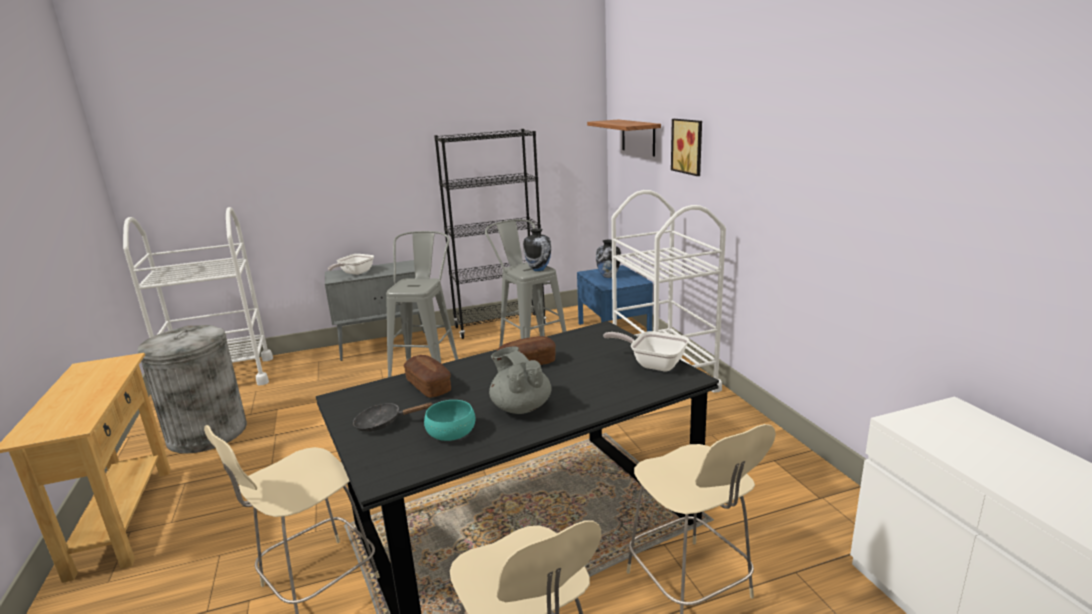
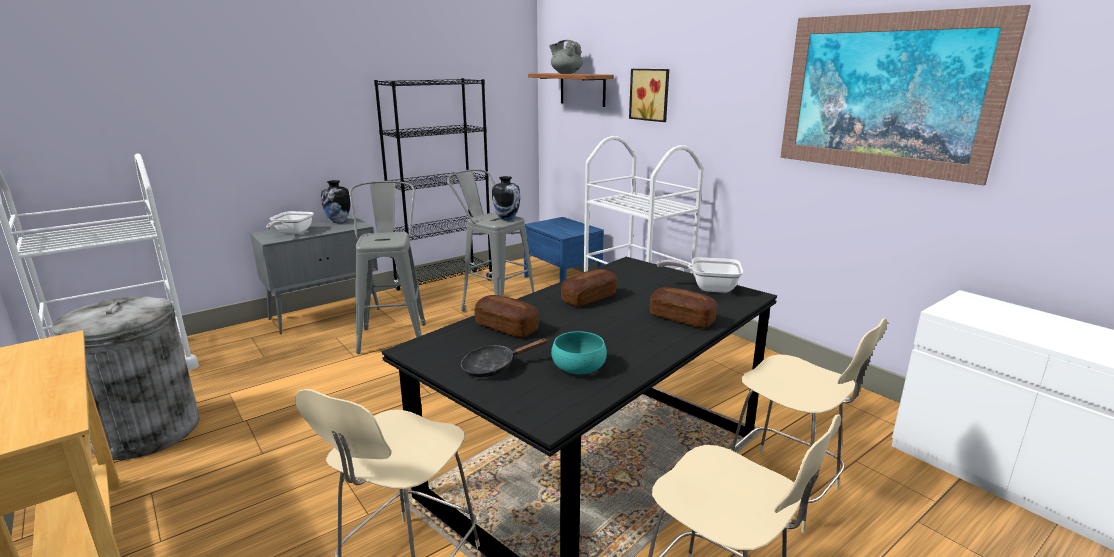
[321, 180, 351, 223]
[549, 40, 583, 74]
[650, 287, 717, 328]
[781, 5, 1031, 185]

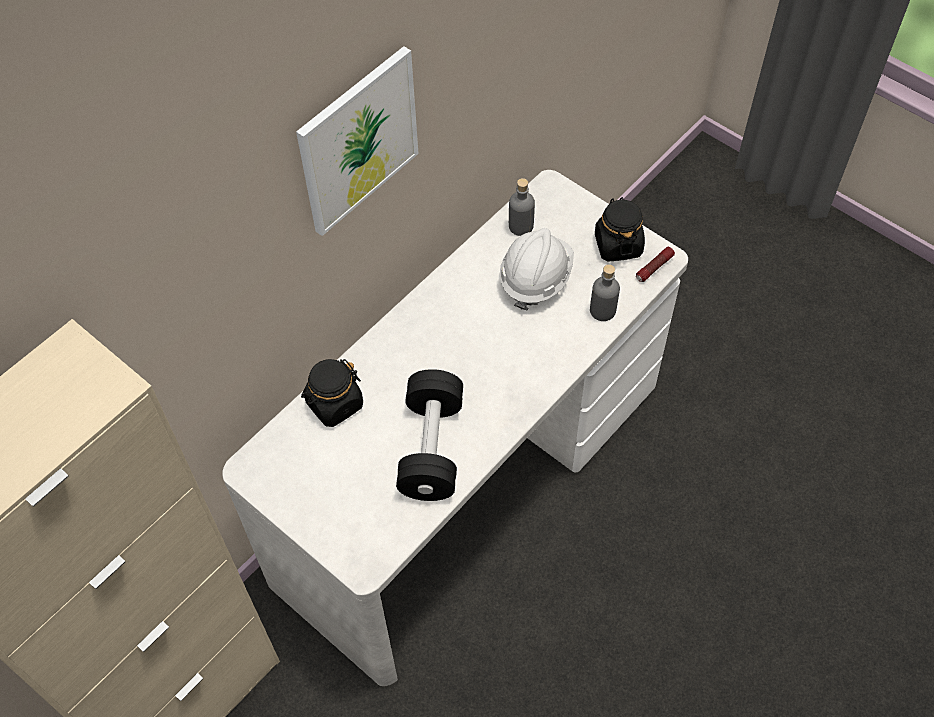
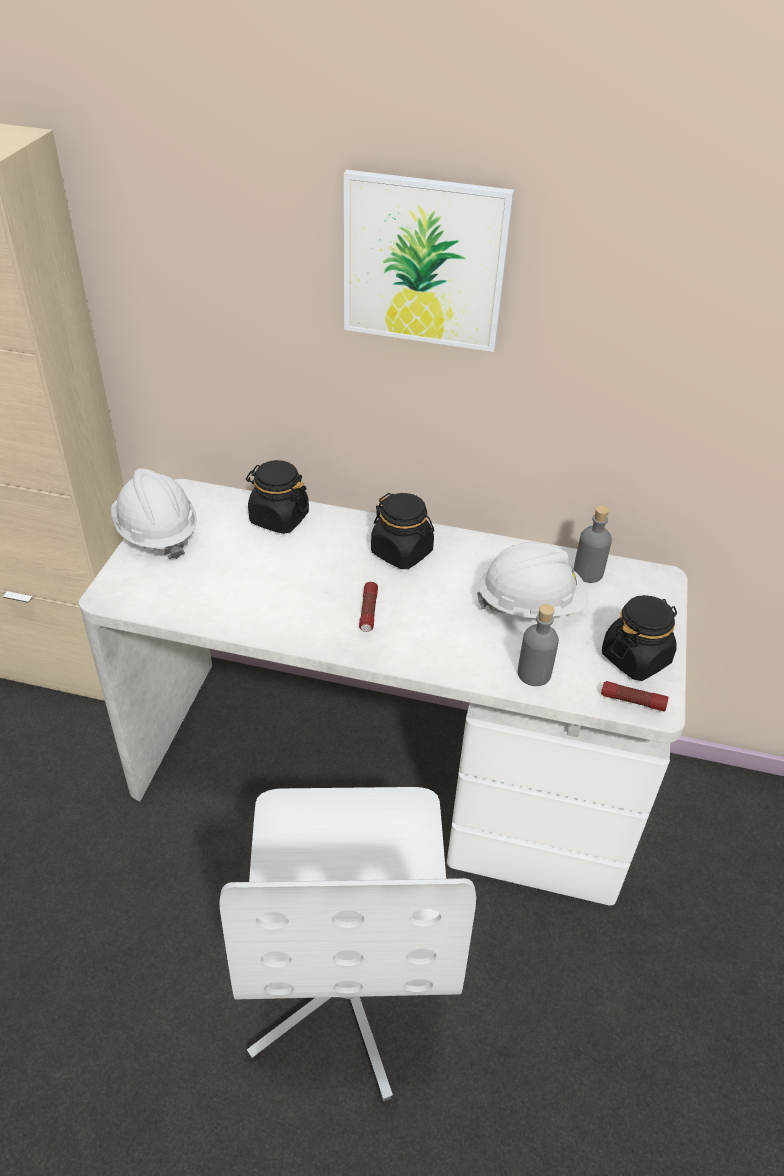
[111, 468, 197, 559]
[219, 787, 476, 1105]
[359, 582, 378, 632]
[371, 493, 434, 569]
[396, 369, 463, 501] (first image)

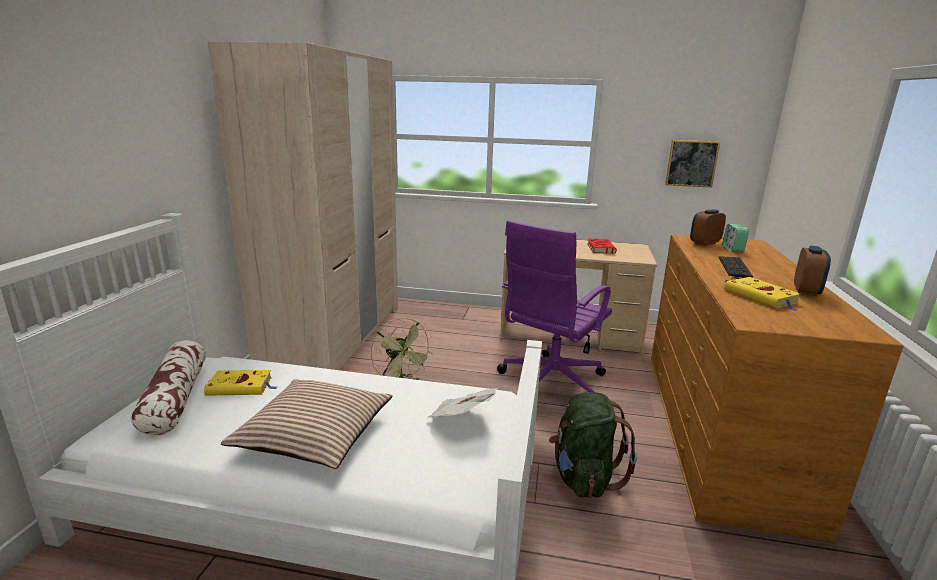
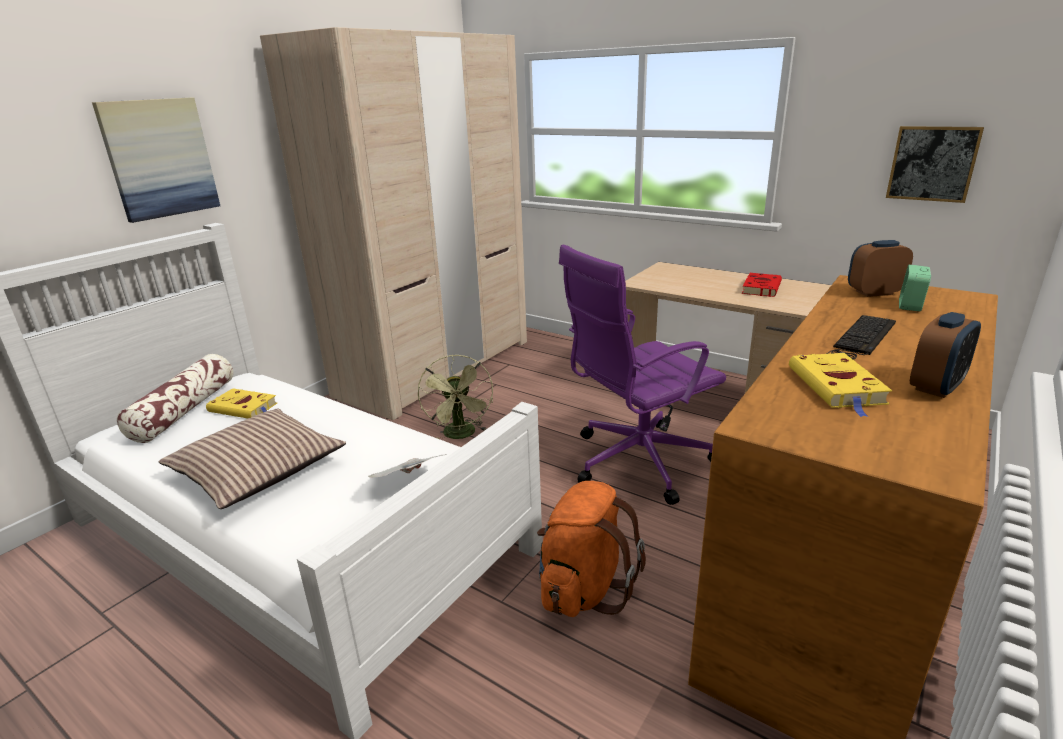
[92, 97, 220, 223]
[537, 481, 646, 617]

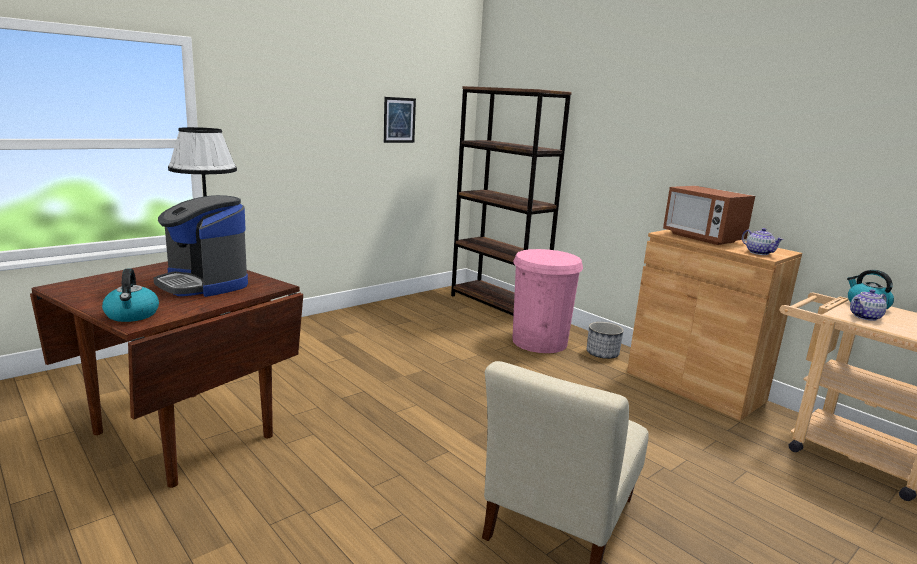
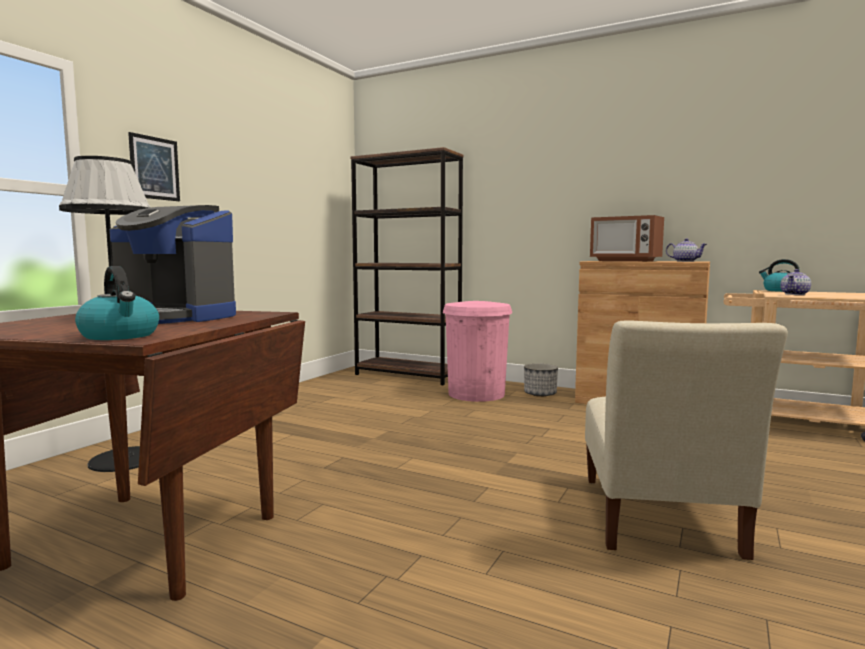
[128, 132, 180, 201]

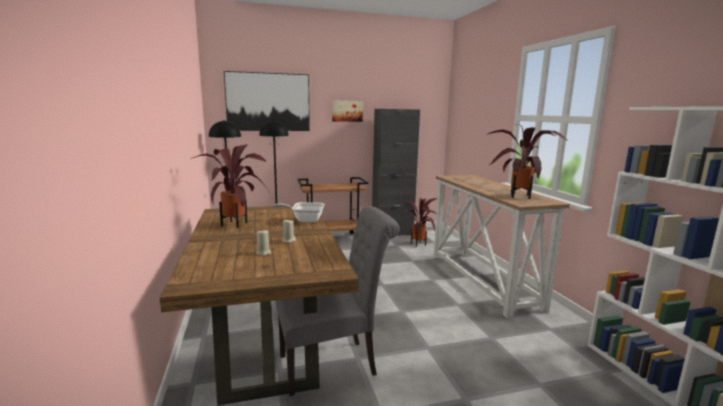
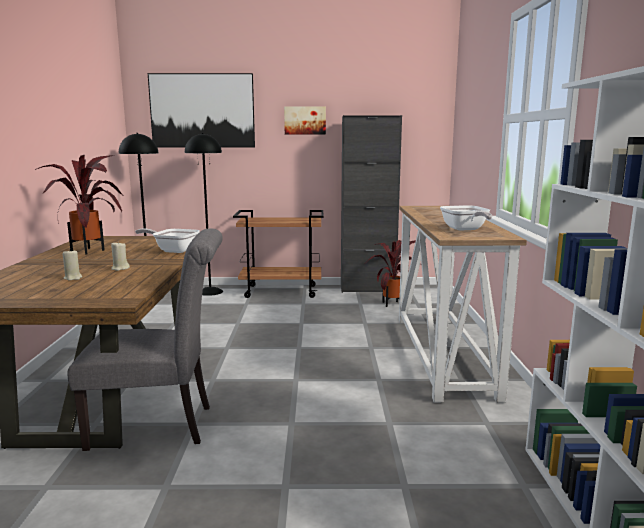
[440, 205, 492, 231]

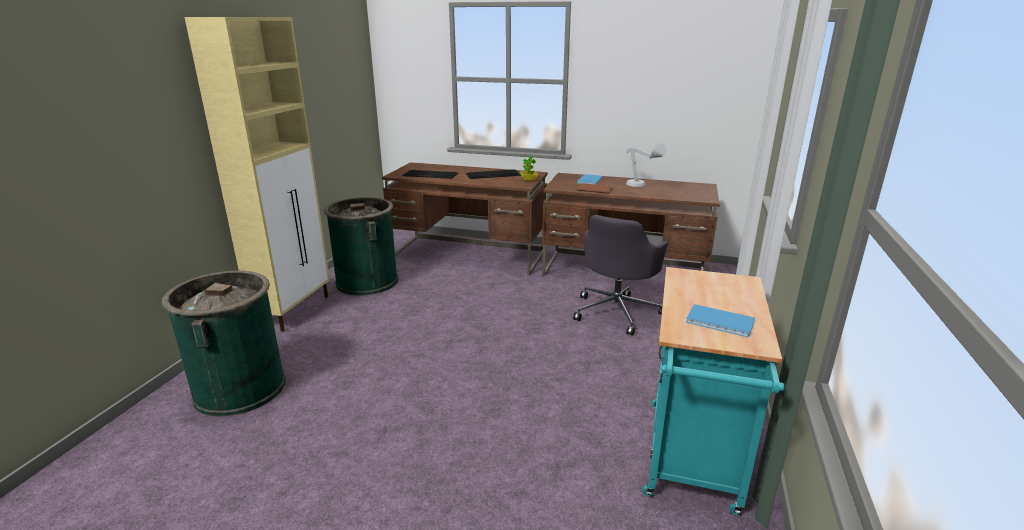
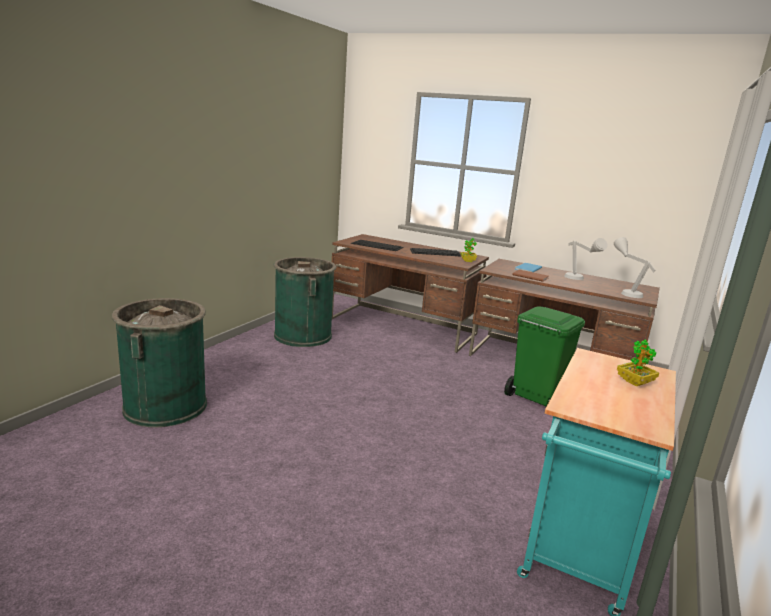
[504, 306, 585, 407]
[614, 237, 655, 298]
[617, 340, 659, 386]
[185, 17, 330, 332] (first image)
[686, 304, 755, 337] (first image)

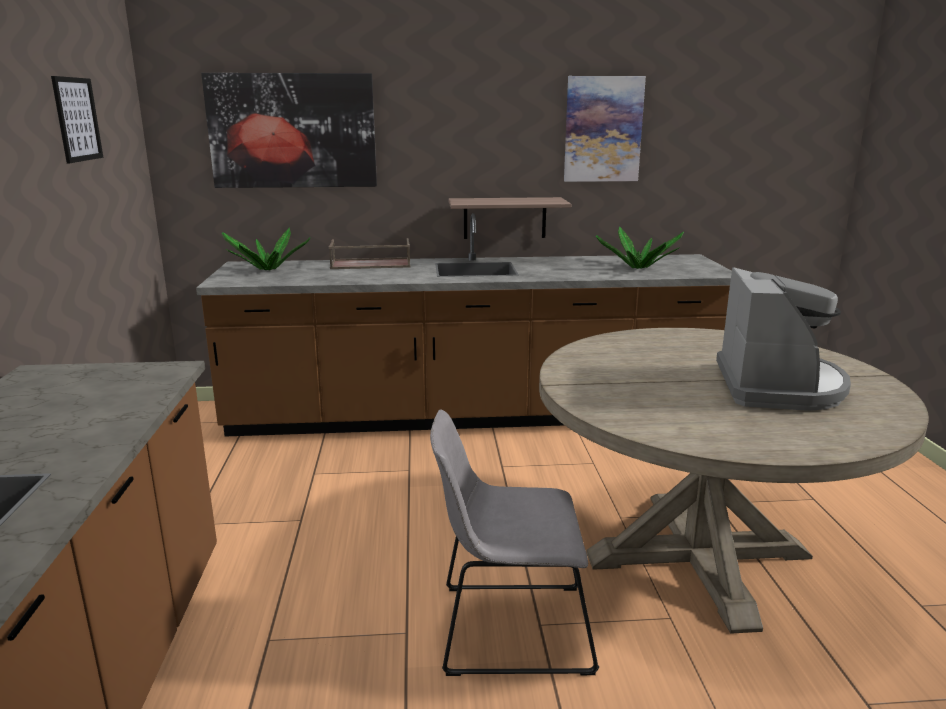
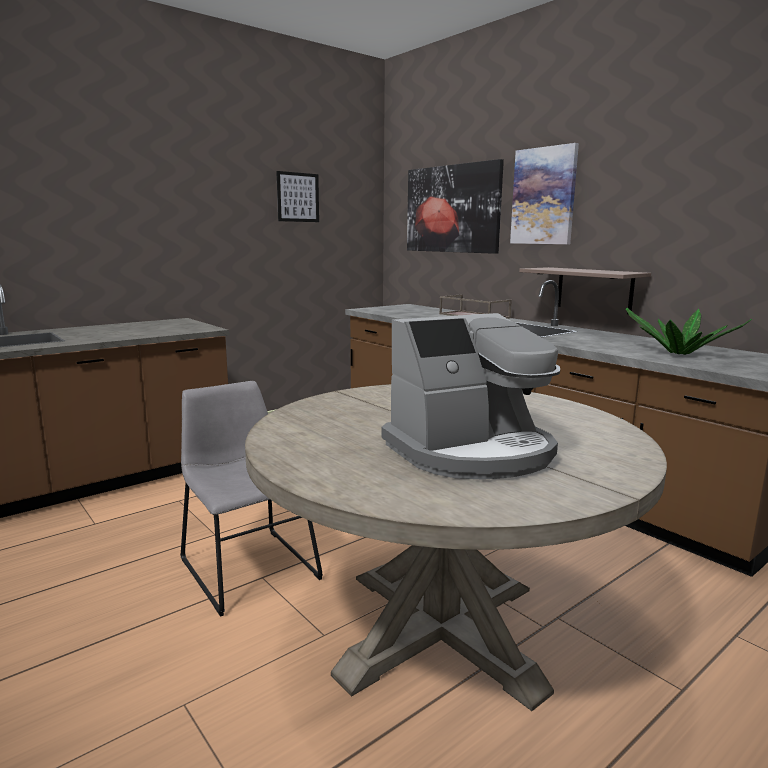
[510, 143, 579, 244]
[222, 228, 310, 270] (first image)

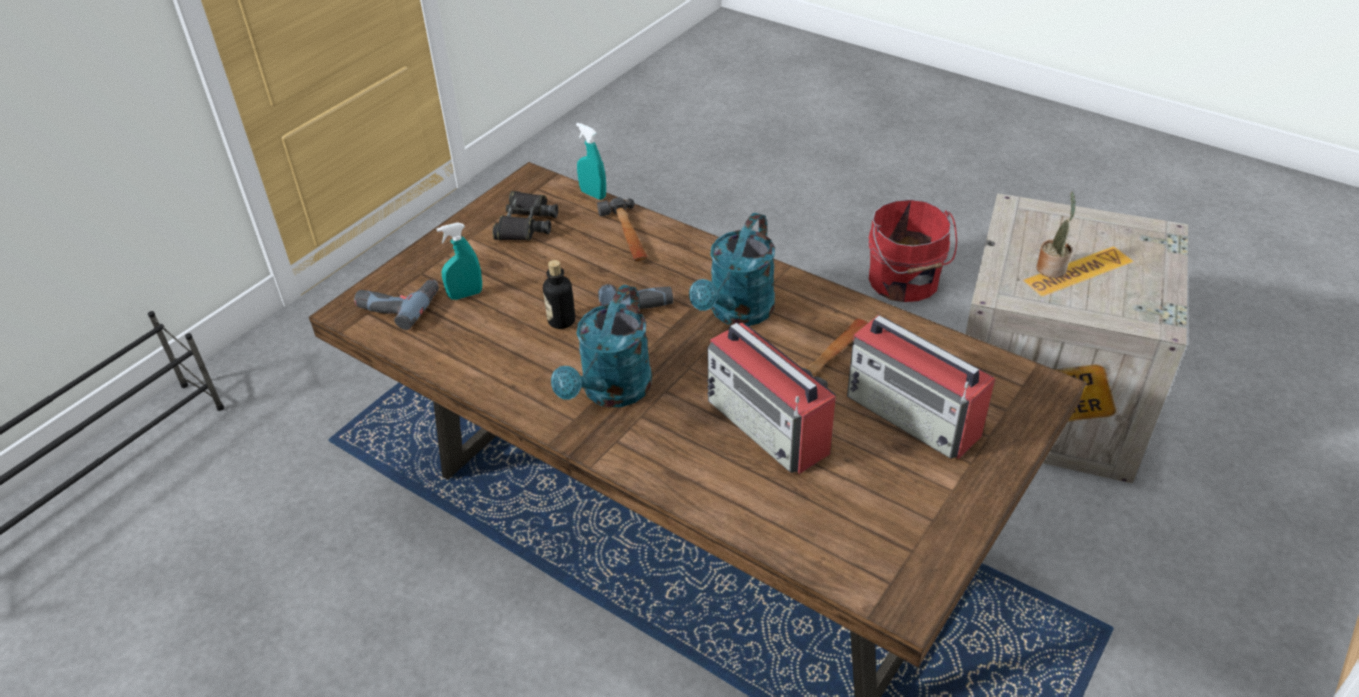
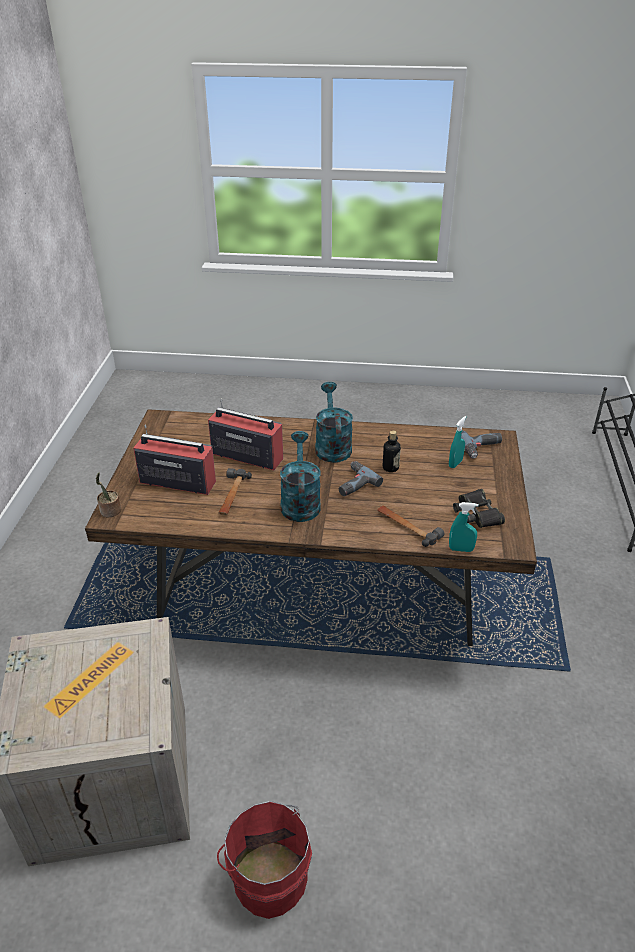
[96, 472, 121, 517]

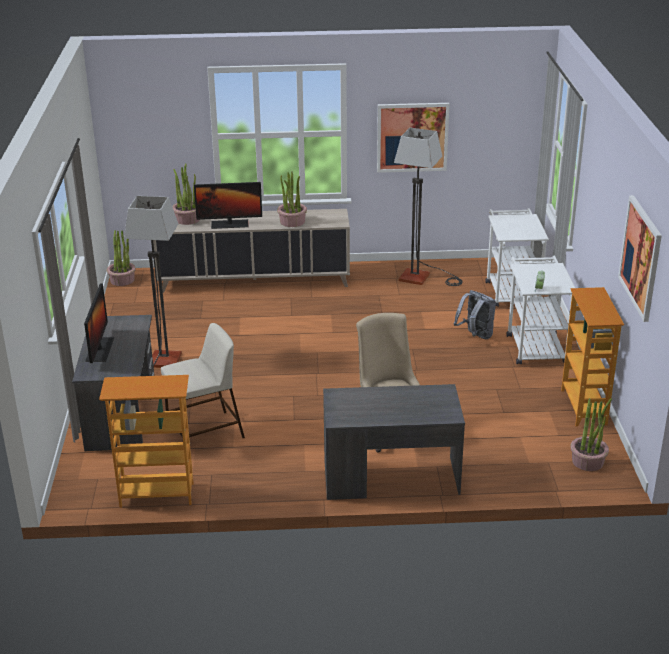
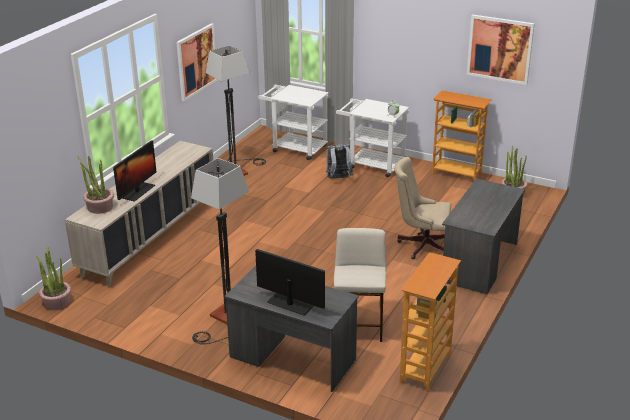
[277, 171, 307, 227] (first image)

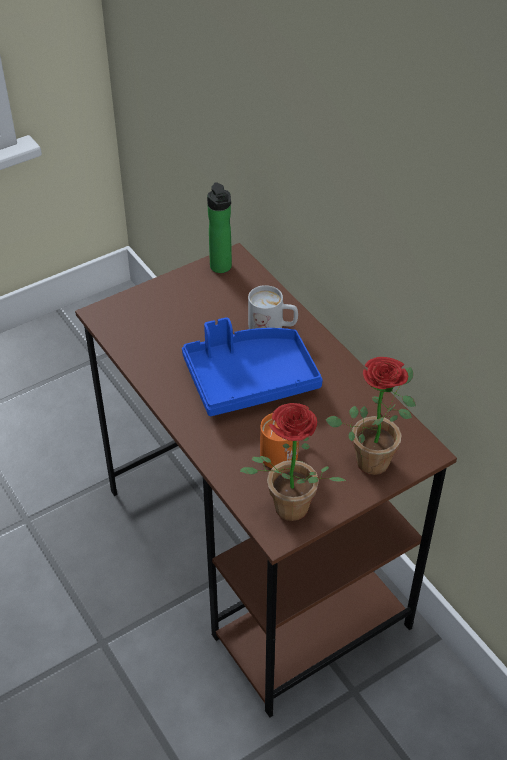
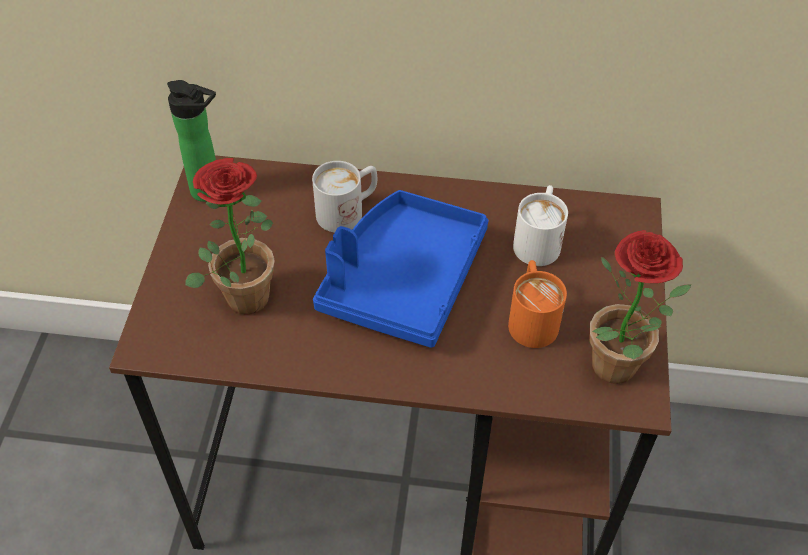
[185, 158, 275, 314]
[513, 185, 568, 266]

